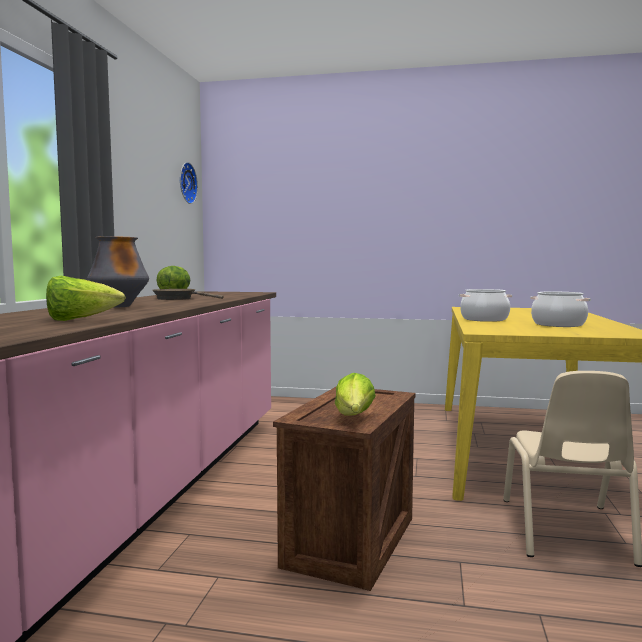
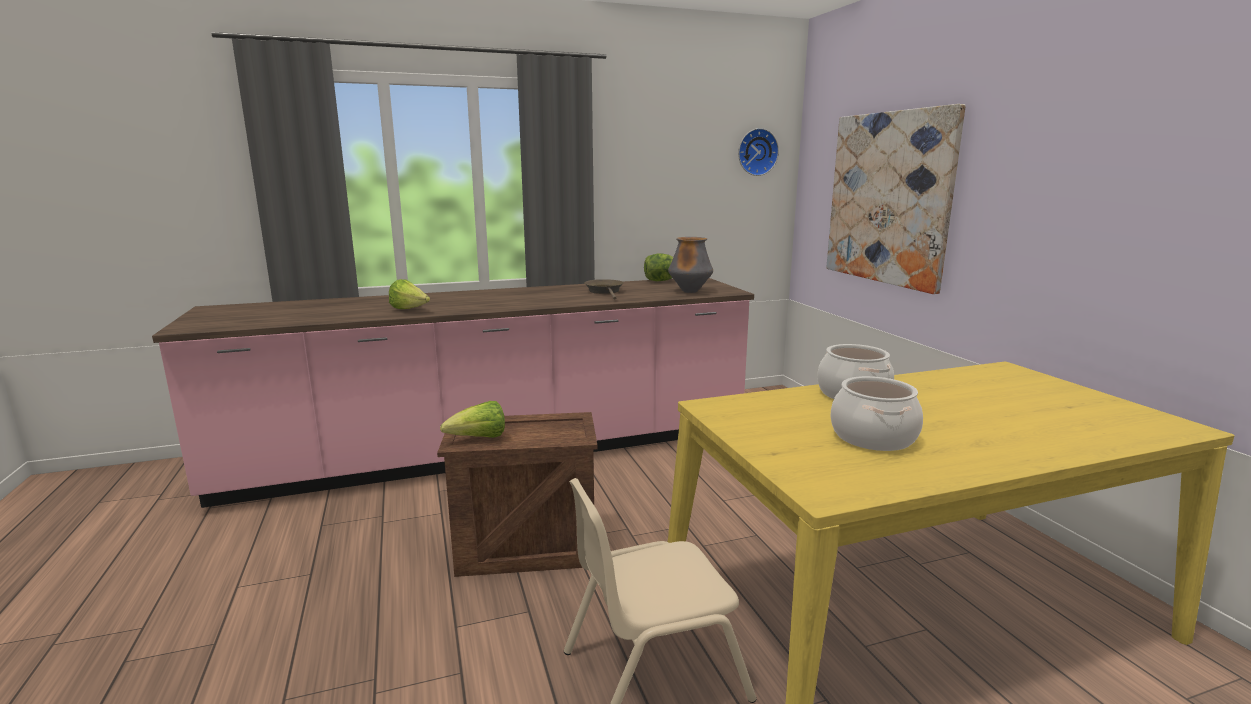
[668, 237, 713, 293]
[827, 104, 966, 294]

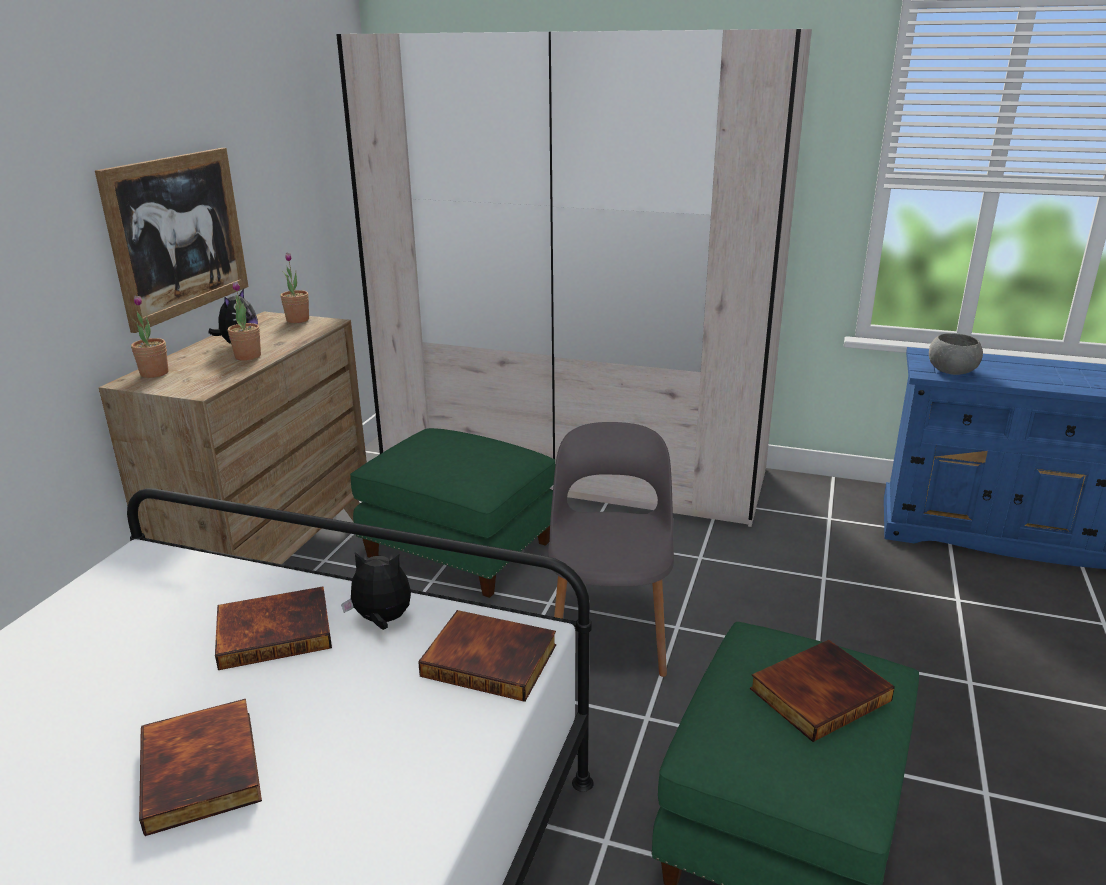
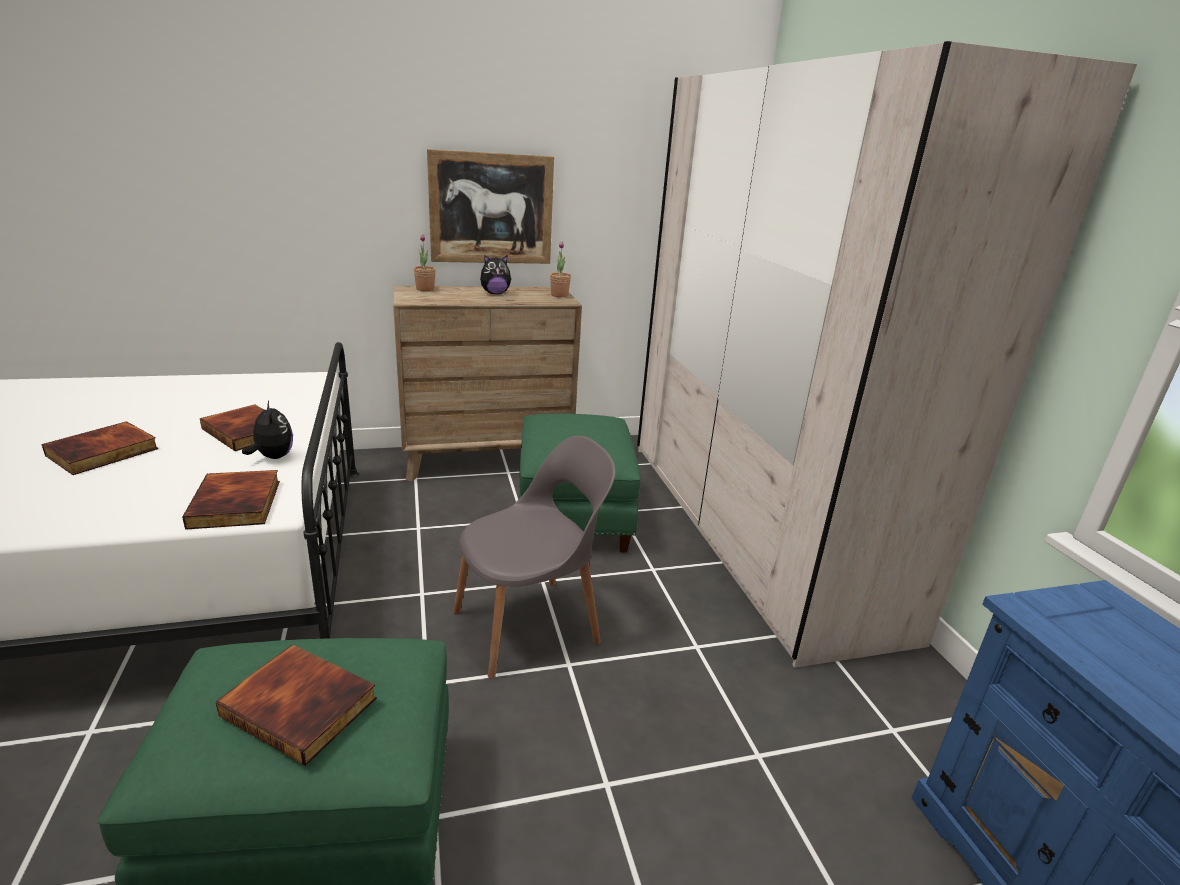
[228, 281, 261, 361] (first image)
[929, 333, 983, 375] (first image)

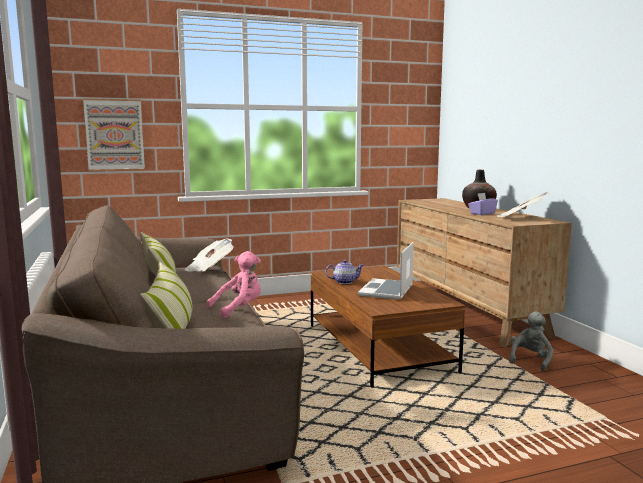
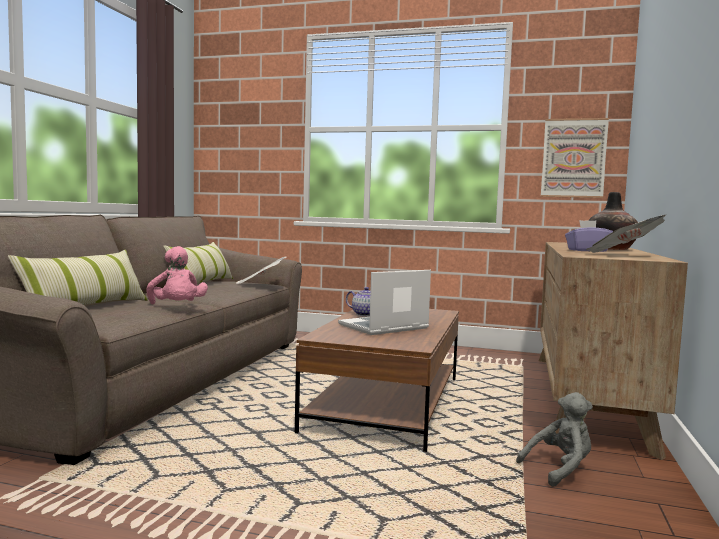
[146, 246, 208, 304]
[541, 118, 609, 198]

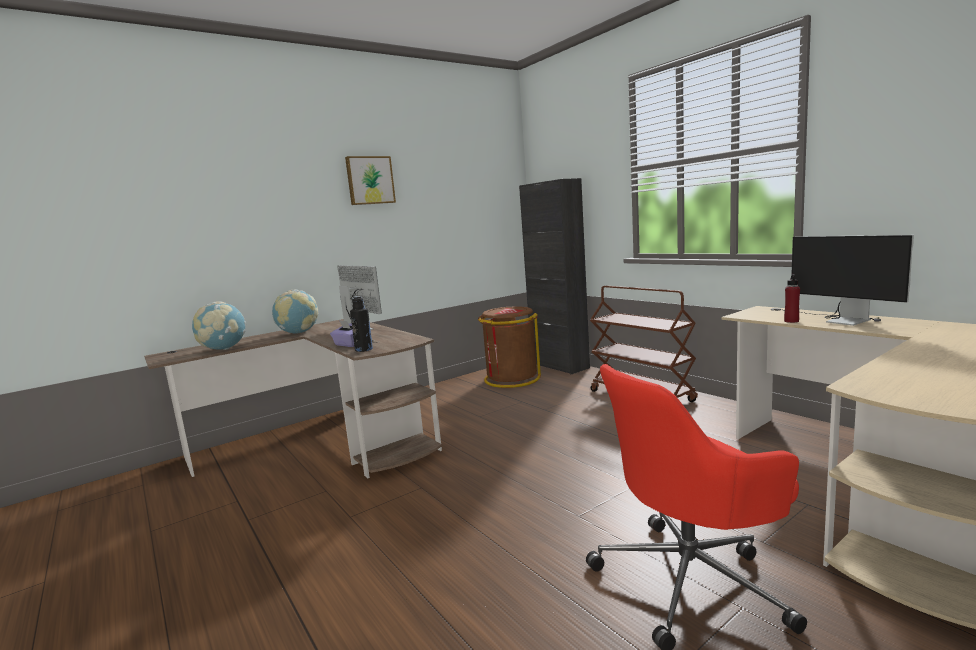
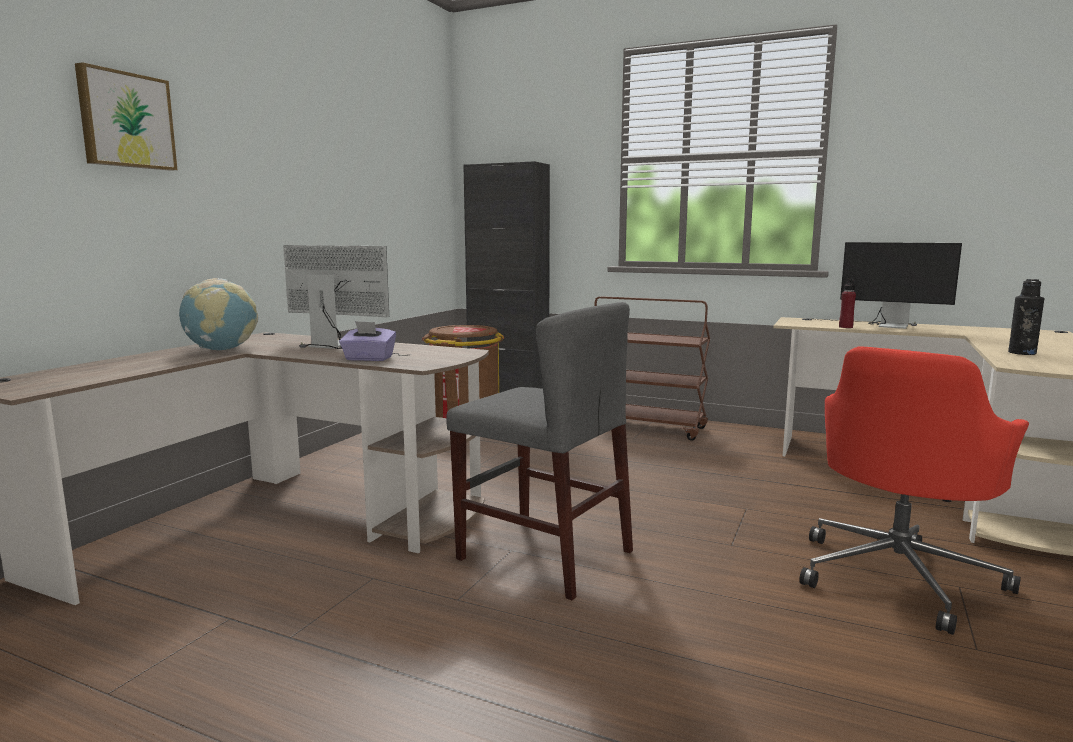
[75, 62, 177, 171]
[446, 302, 633, 600]
[1008, 279, 1044, 355]
[192, 302, 246, 350] (first image)

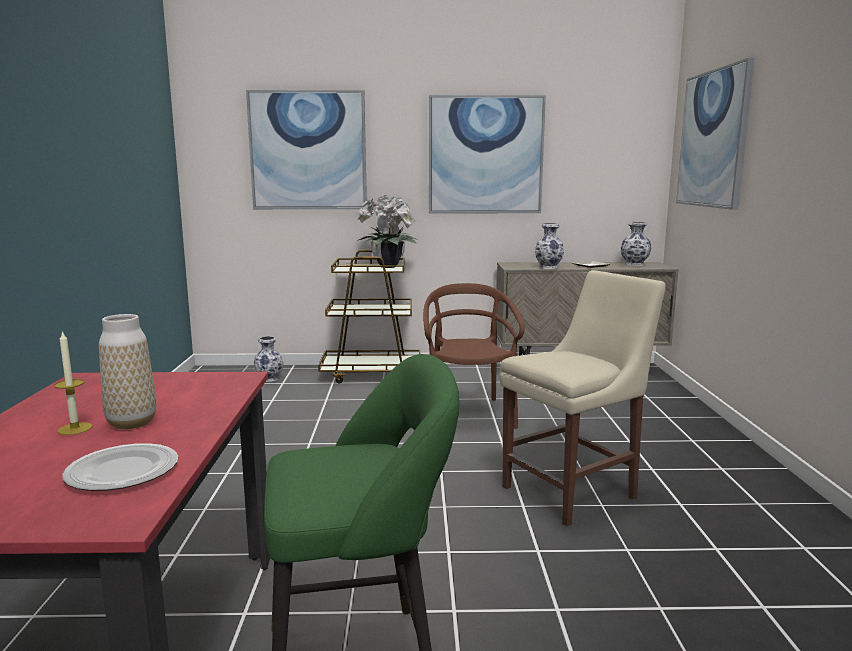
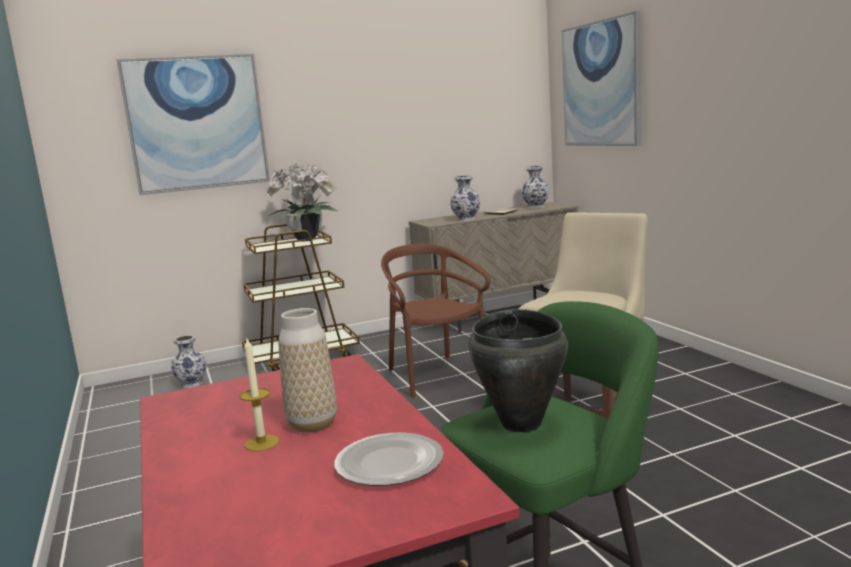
[468, 309, 568, 432]
[429, 95, 546, 213] (first image)

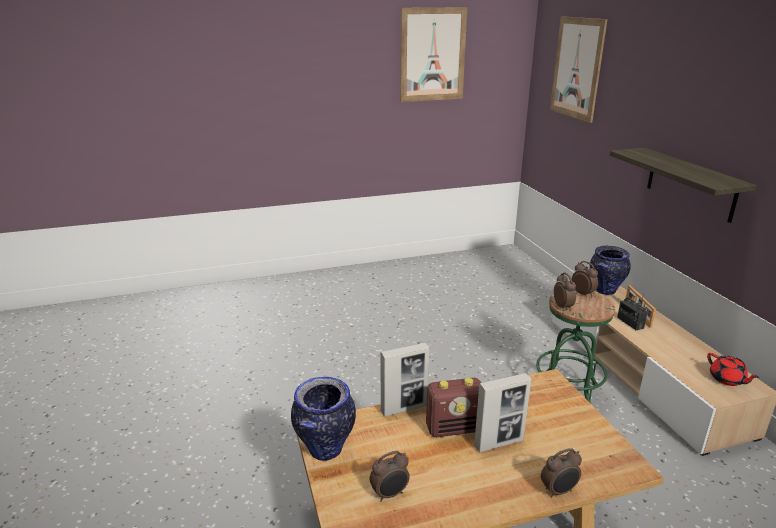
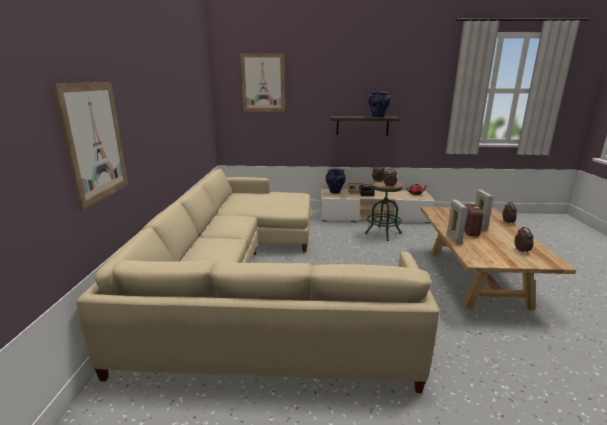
[52, 82, 128, 210]
[76, 169, 440, 393]
[368, 91, 391, 118]

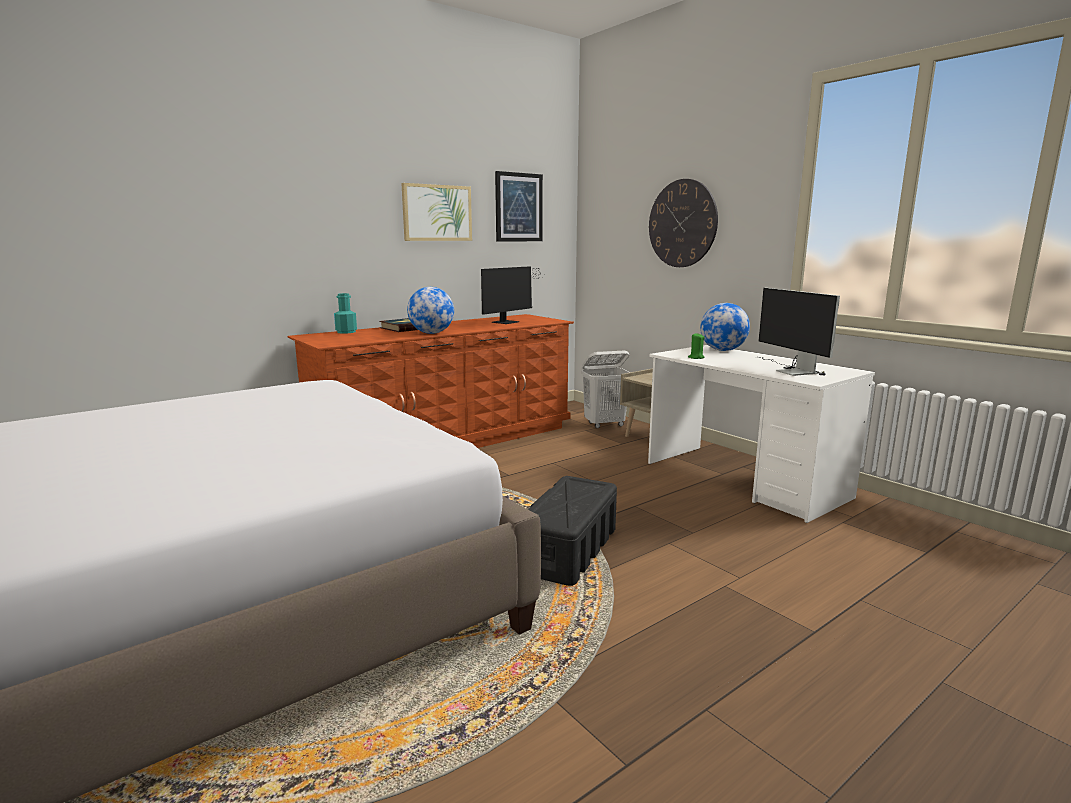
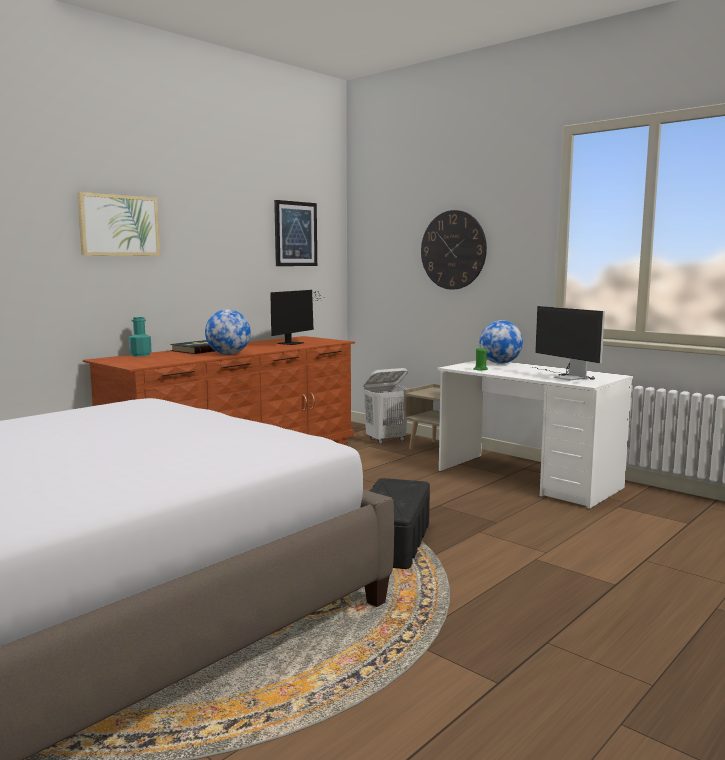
[77, 192, 160, 256]

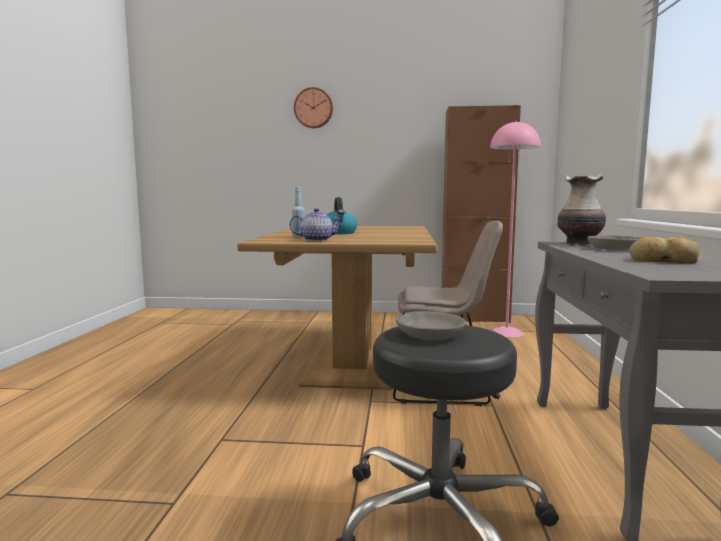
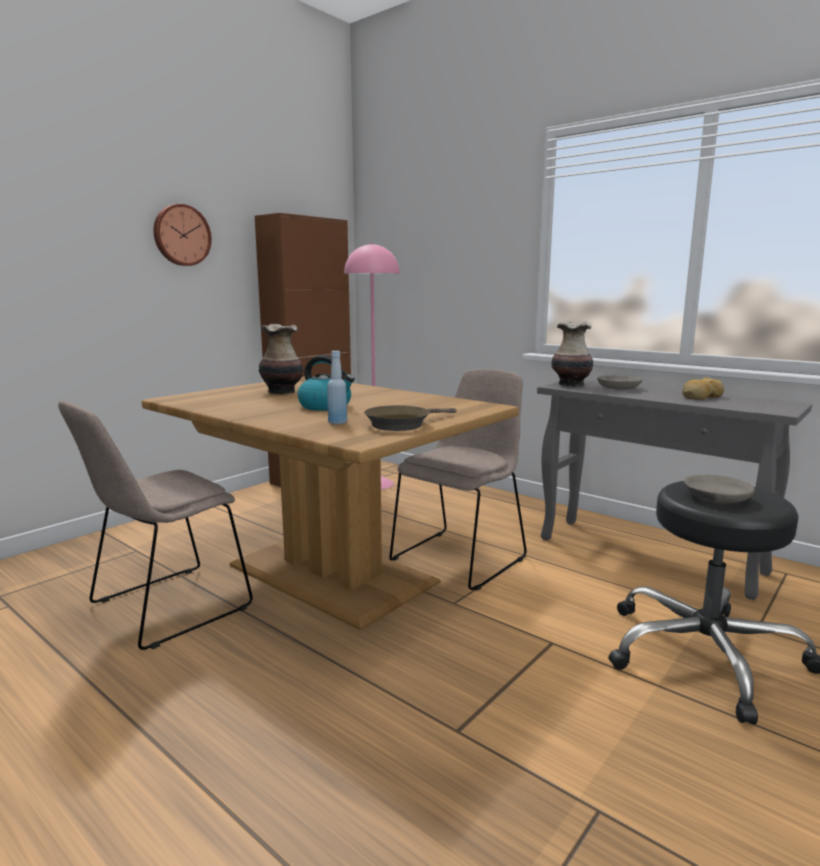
[58, 401, 253, 650]
[153, 204, 212, 266]
[259, 324, 303, 394]
[364, 405, 456, 431]

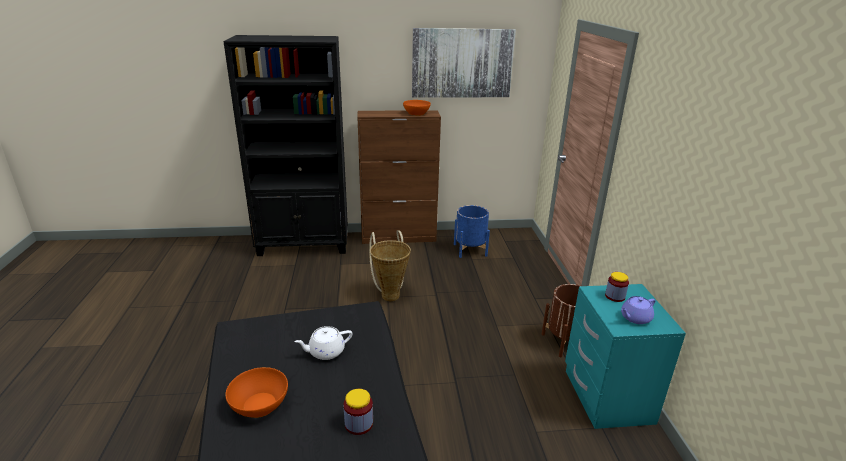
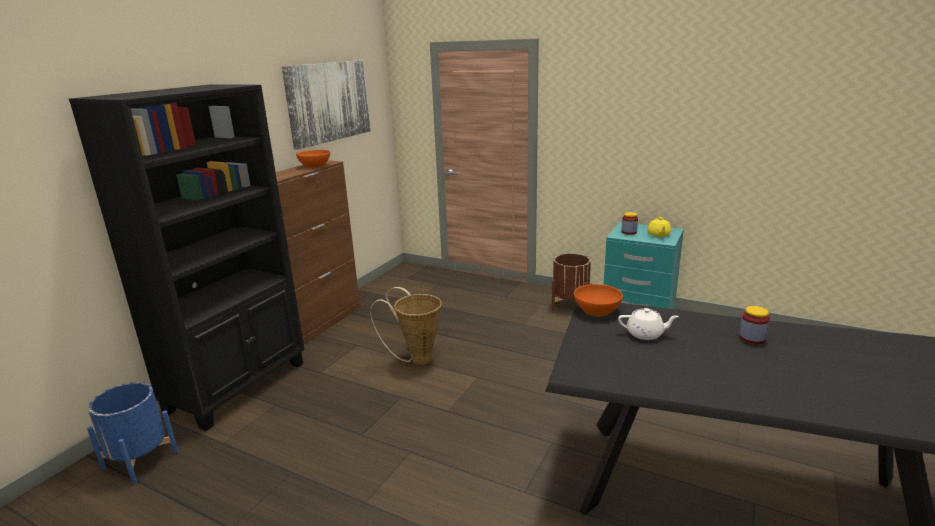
[87, 382, 178, 484]
[574, 284, 623, 316]
[618, 308, 679, 340]
[647, 217, 671, 237]

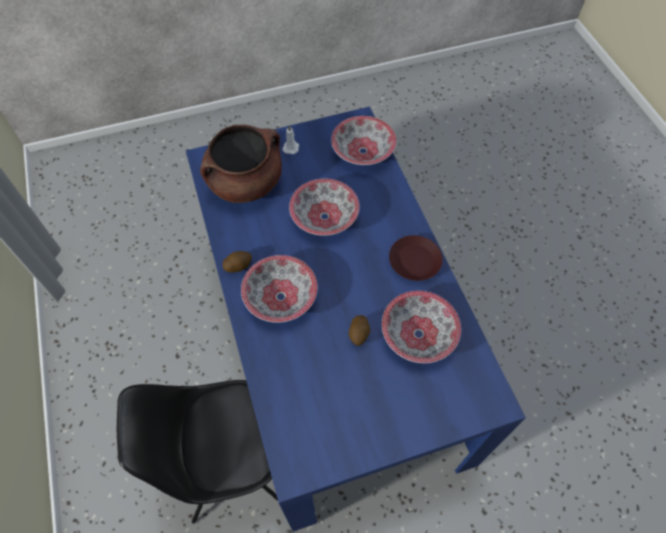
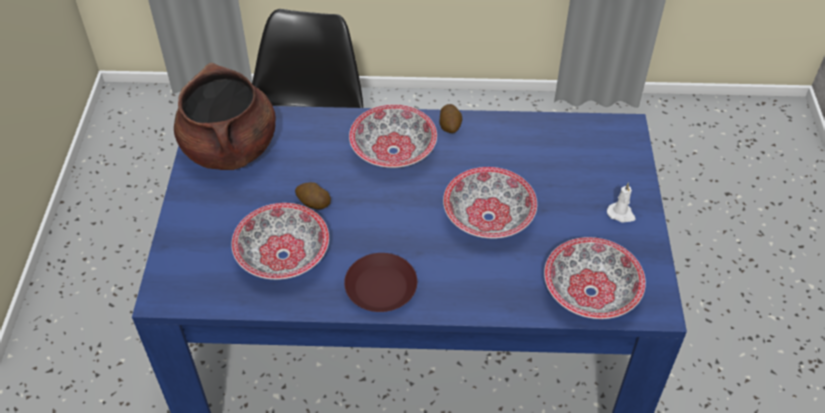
[174, 63, 276, 170]

